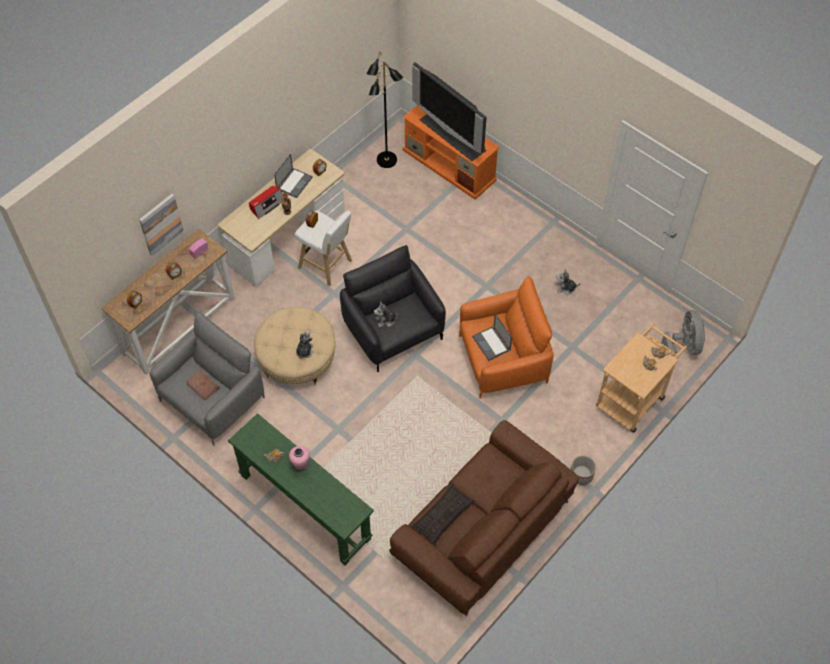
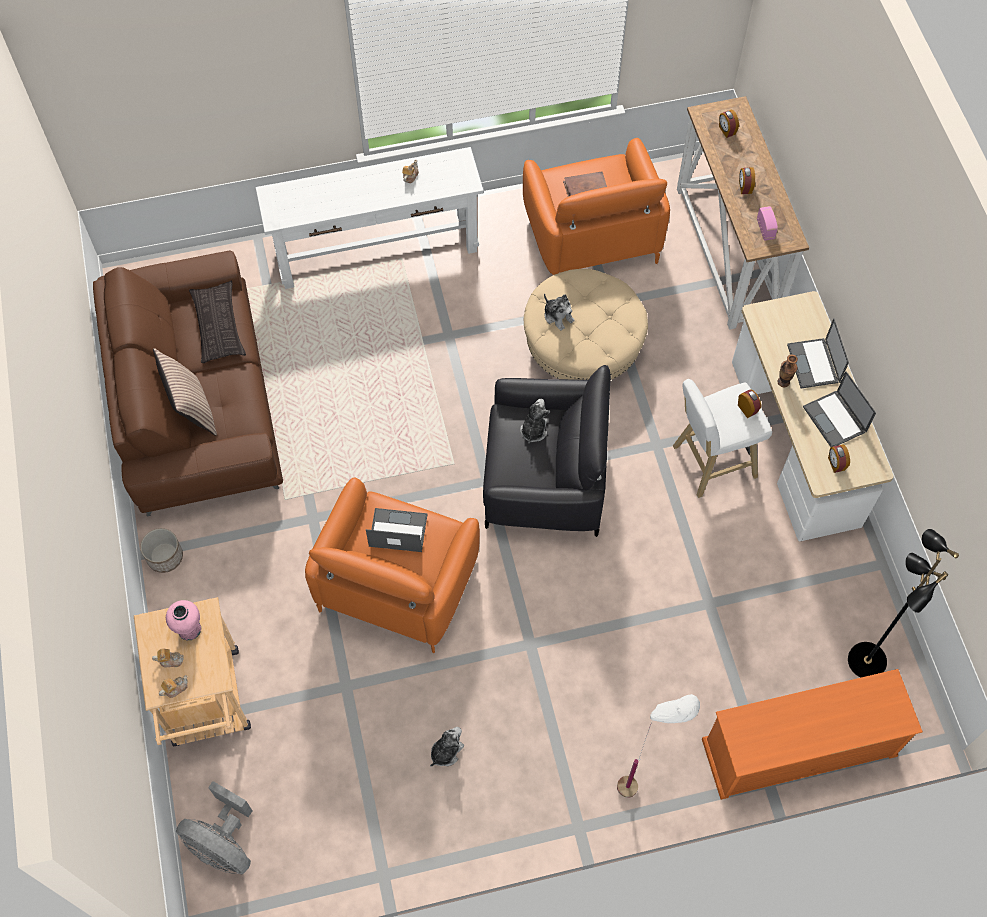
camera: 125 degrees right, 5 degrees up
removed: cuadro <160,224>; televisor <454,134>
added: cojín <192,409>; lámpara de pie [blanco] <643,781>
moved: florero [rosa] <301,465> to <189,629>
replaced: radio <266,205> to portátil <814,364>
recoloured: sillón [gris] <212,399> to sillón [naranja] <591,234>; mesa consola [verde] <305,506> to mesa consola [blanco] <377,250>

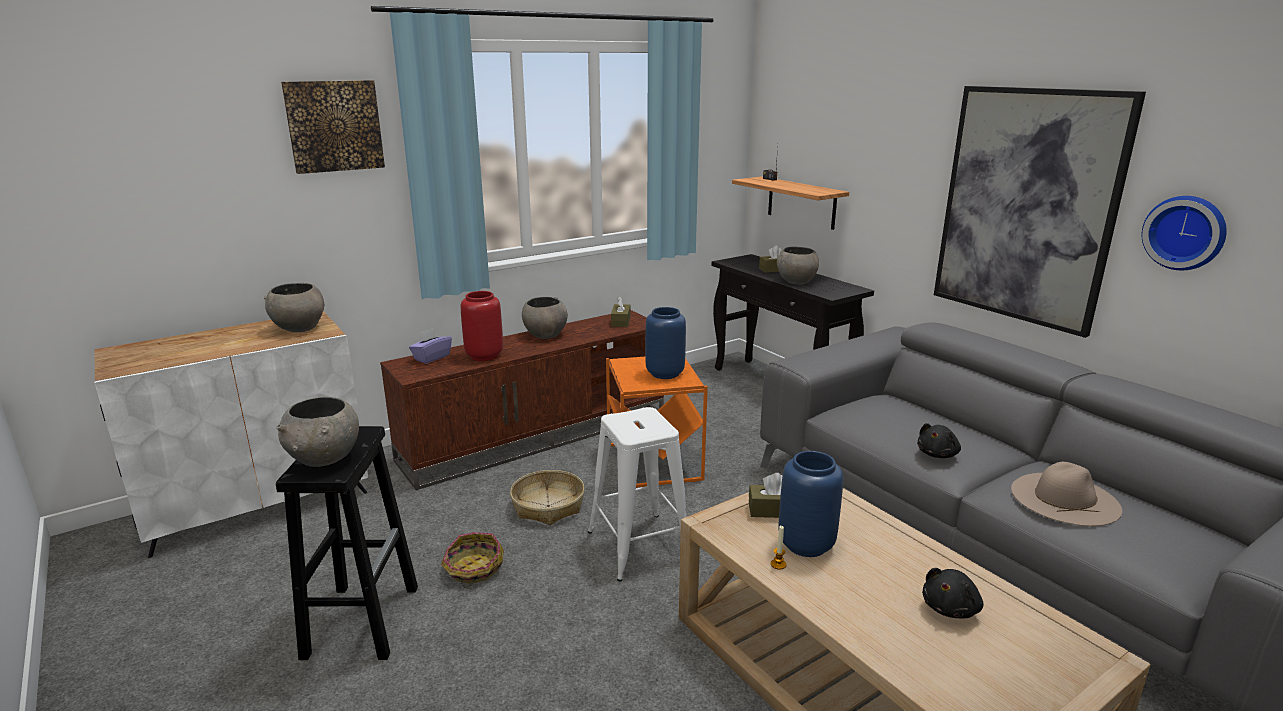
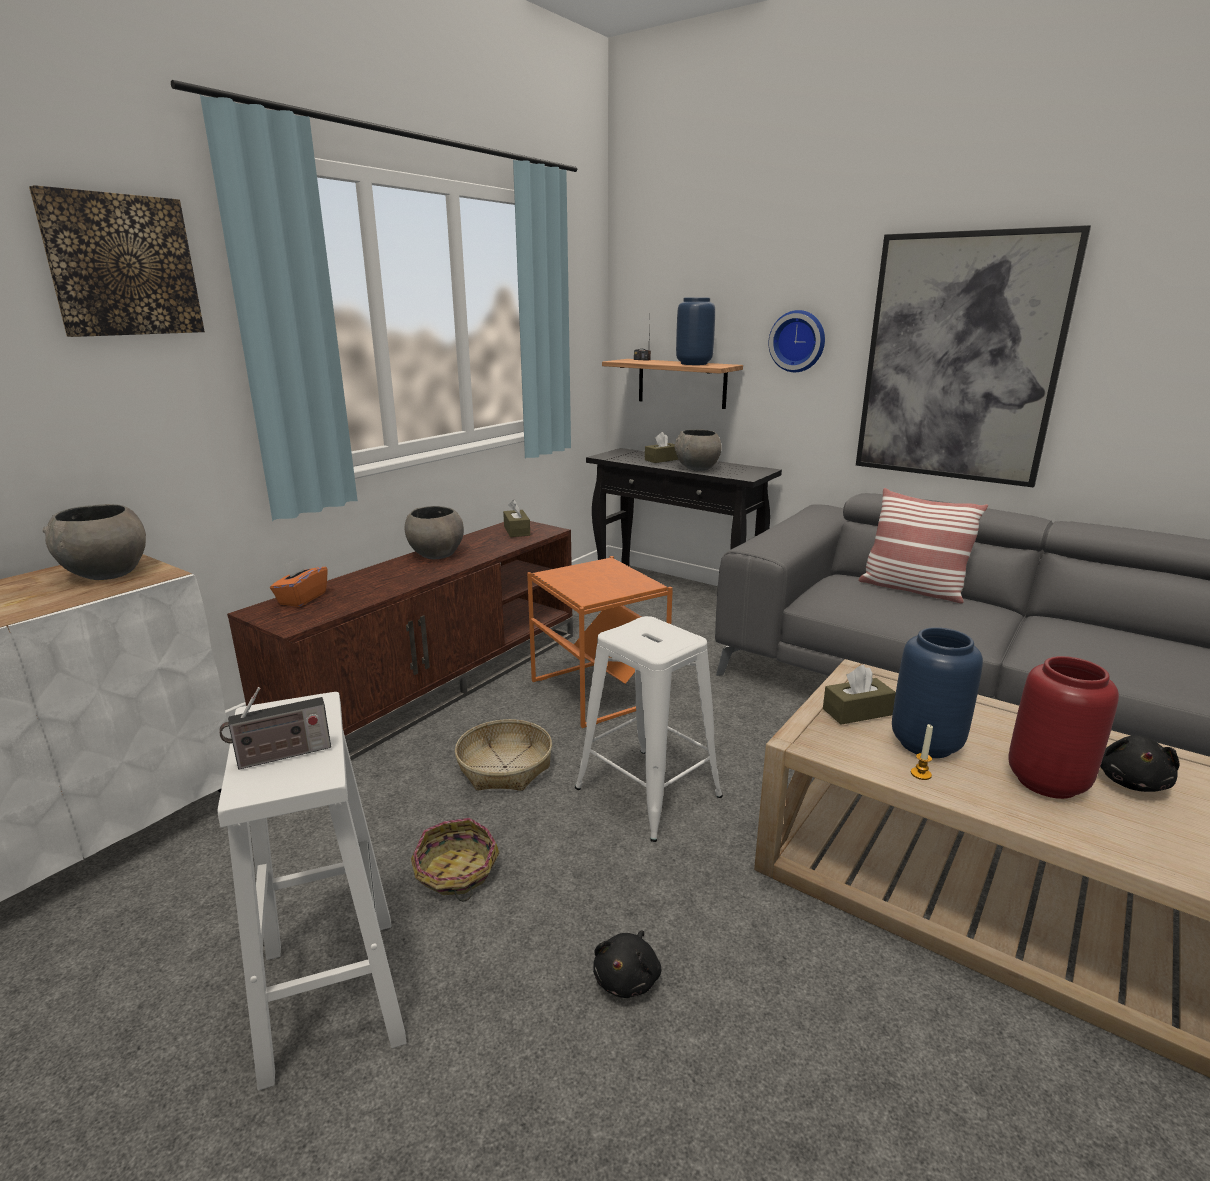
camera: 20 degrees left, 0 degrees up
removed: sombrero [beis] <1064,498>
added: cojín <912,589>
moved: florero [rojo] <485,355> to <1047,781>; florero [azul] <665,374> to <694,364>; peluche [negro] <938,454> to <628,978>; reloj de pared <1185,232> to <798,341>
replaced: cuenco [gris] <325,459> to radio <280,756>
recoloured: taburete [negro] <362,620> to taburete [blanco] <331,992>; caja de pañuelos [morado] <431,357> to caja de pañuelos [naranja] <302,598>

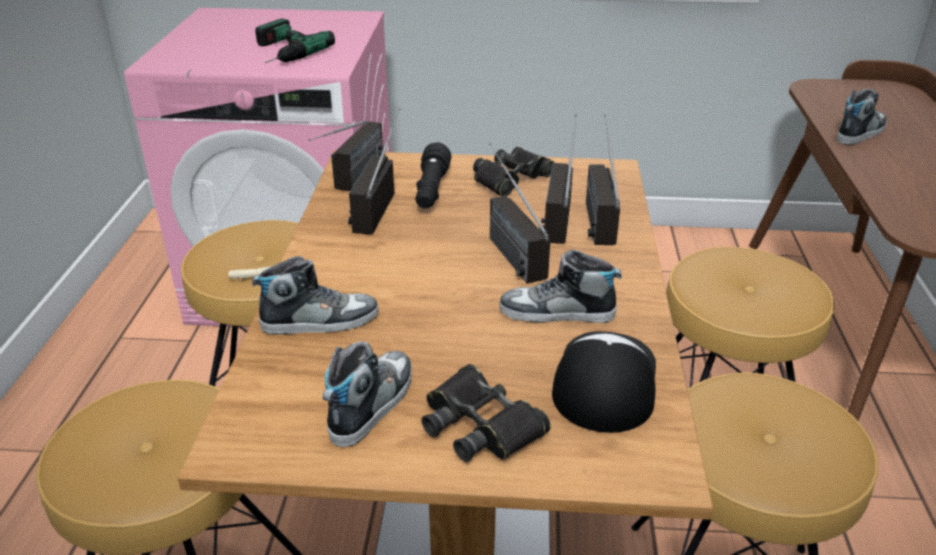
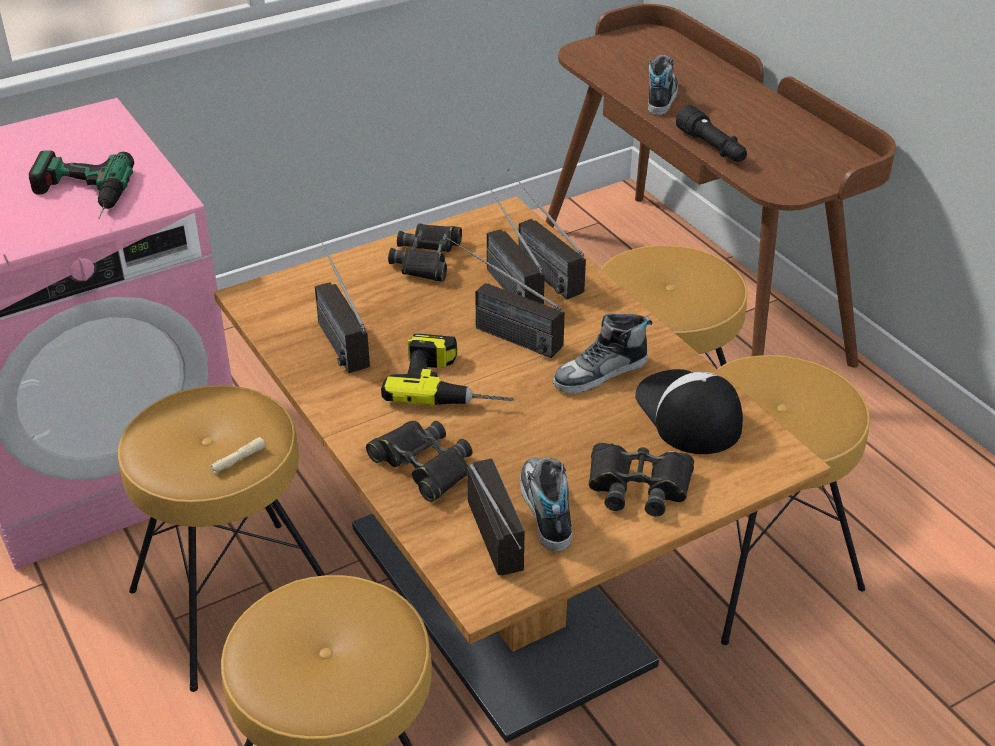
camera: 35 degrees left, 5 degrees up
added: taladro <453,382>
moved: radio <353,183> to <506,555>; linterna [negro] <431,190> to <712,147>
replaced: zapato <320,321> to prismáticos [negro] <423,465>

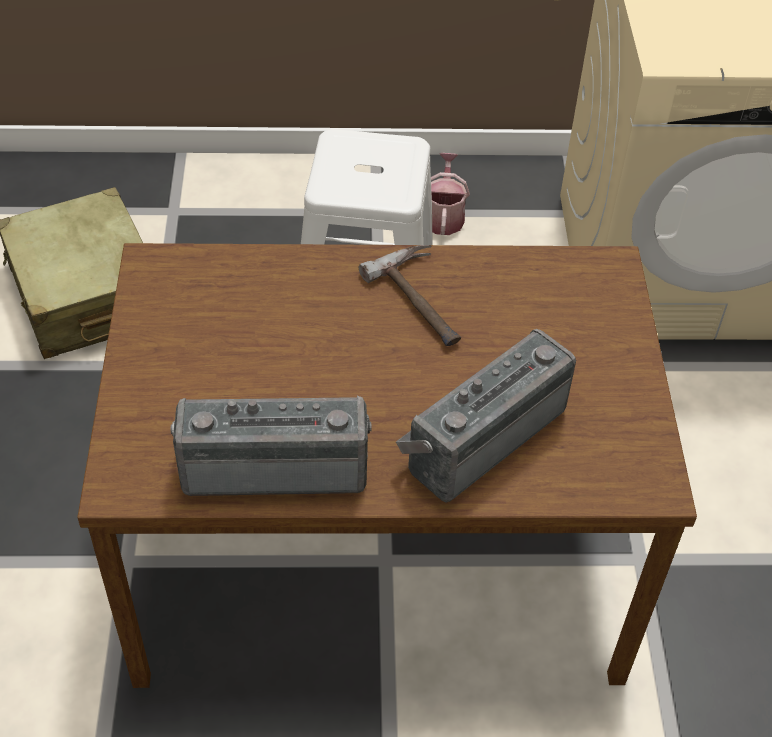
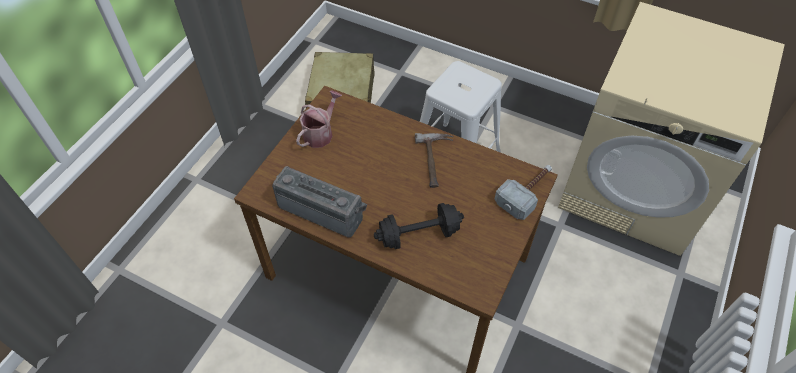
camera: 30 degrees right, 5 degrees up
added: martillo <527,193>
moved: regadera <443,216> to <320,133>
replaced: radio <481,435> to mancuerna [negro] <418,235>

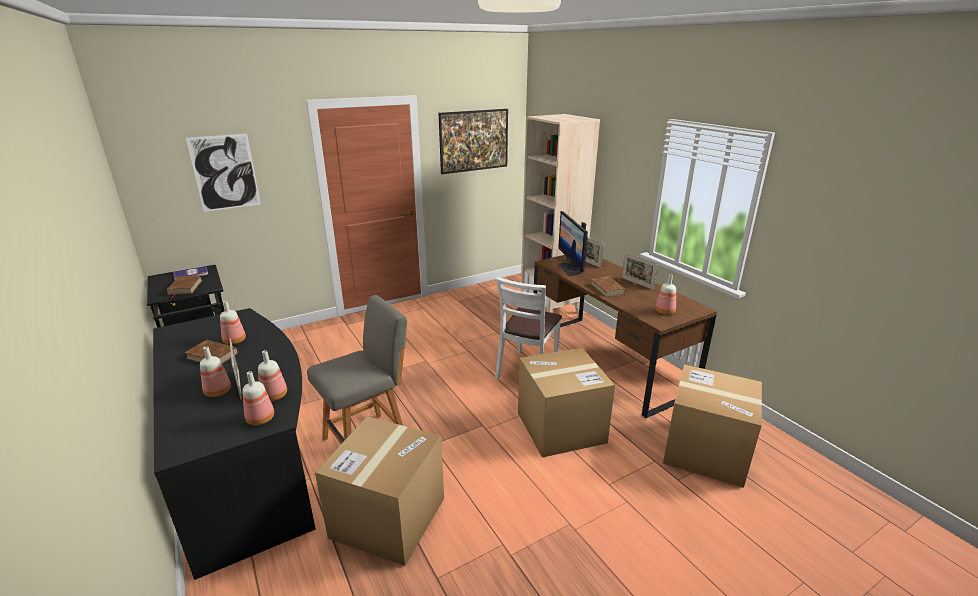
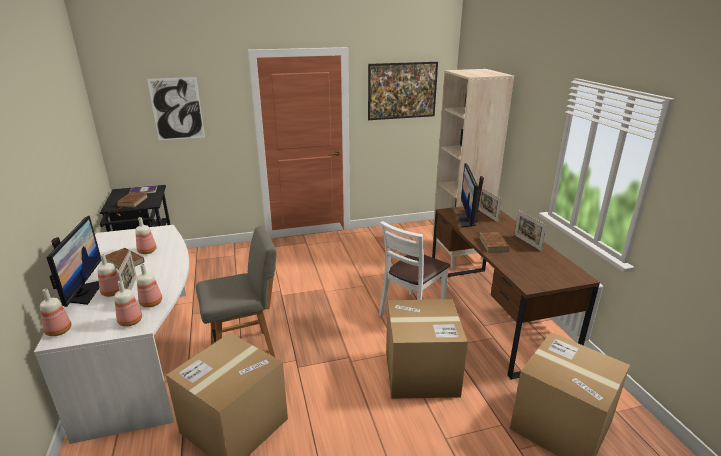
camera: 15 degrees right, 0 degrees up
added: monitor <84,293>
moved: botella <665,312> to <59,331>
recoloured: escritorio [negro] <247,461> to escritorio [blanco] <146,352>

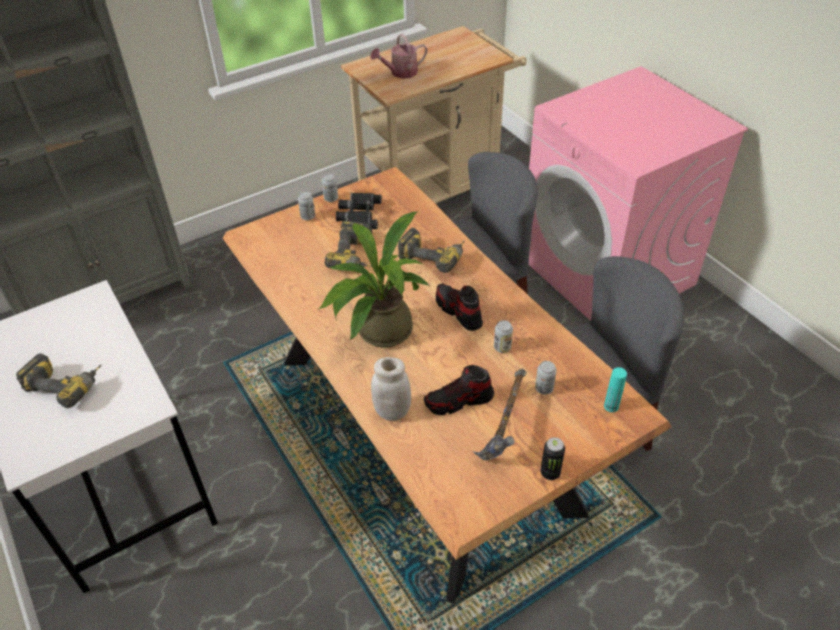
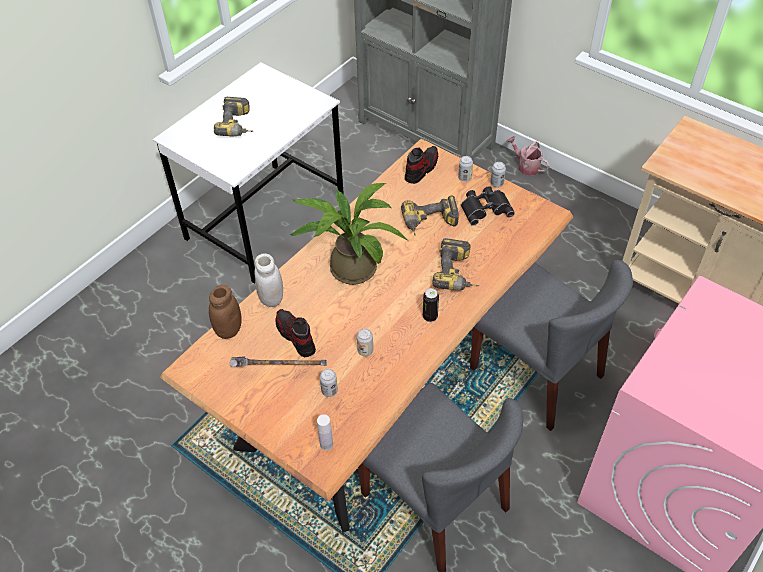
camera: 70 degrees right, 5 degrees up
added: tarro [marrón] <228,330>
moved: regadera <400,73> to <526,166>; zapato <458,312> to <421,169>; lata <550,473> to <430,317>
recoloured: botella [turquesa] <611,406> to botella [blanco] <326,444>

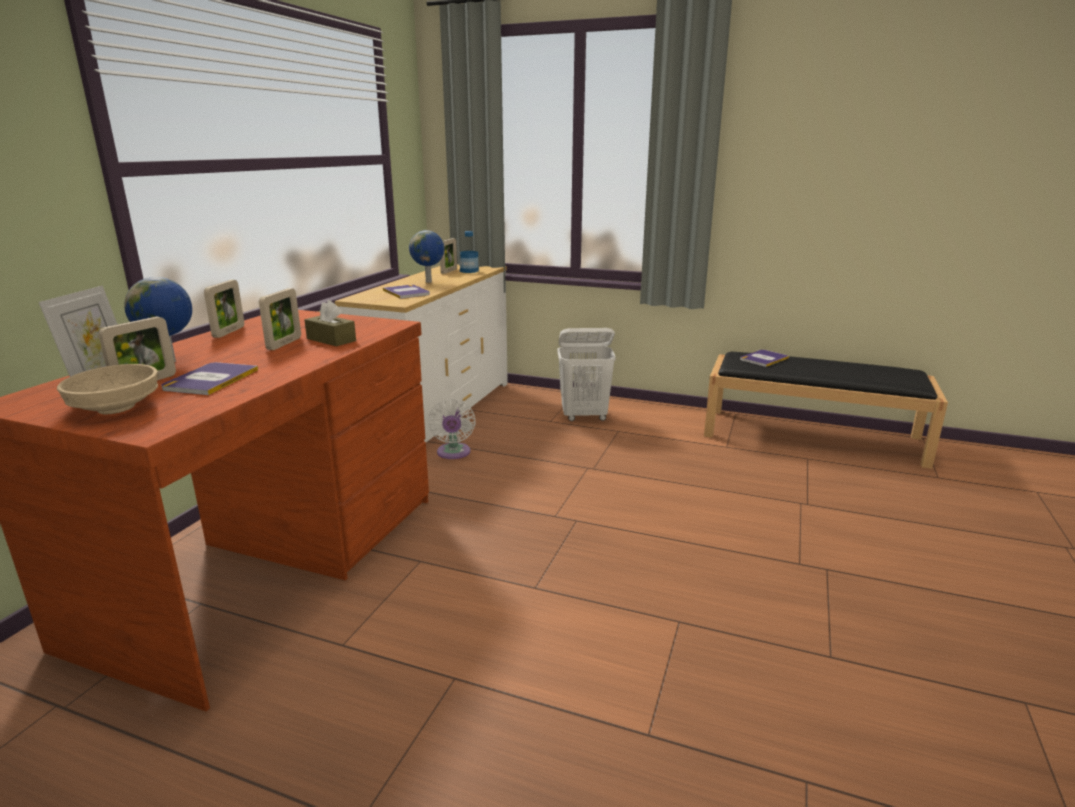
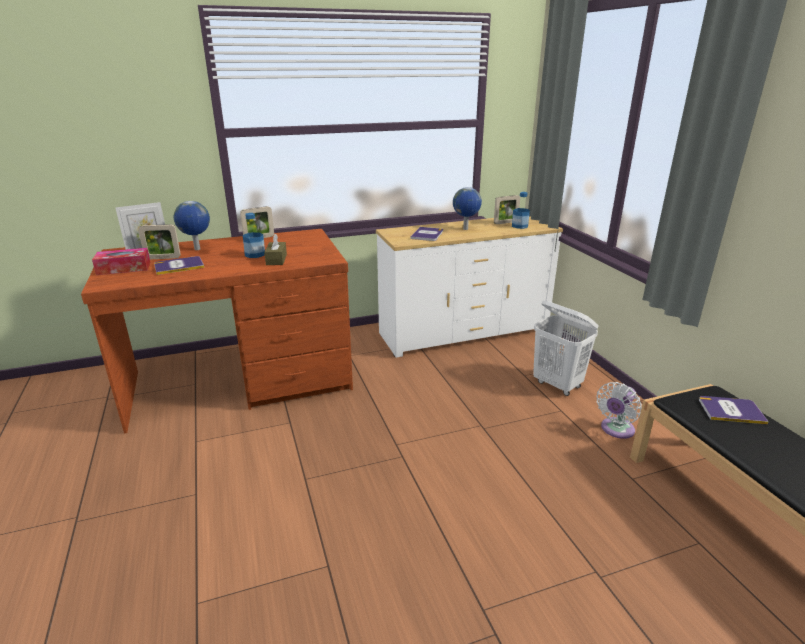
camera: 50 degrees right, 5 degrees up
moved: ventilador [blanco] <453,453> to <615,430>
replaced: cuenco [beis] <116,408> to caja de pañuelos <124,268>; portarretratos <284,344> to botella <255,254>

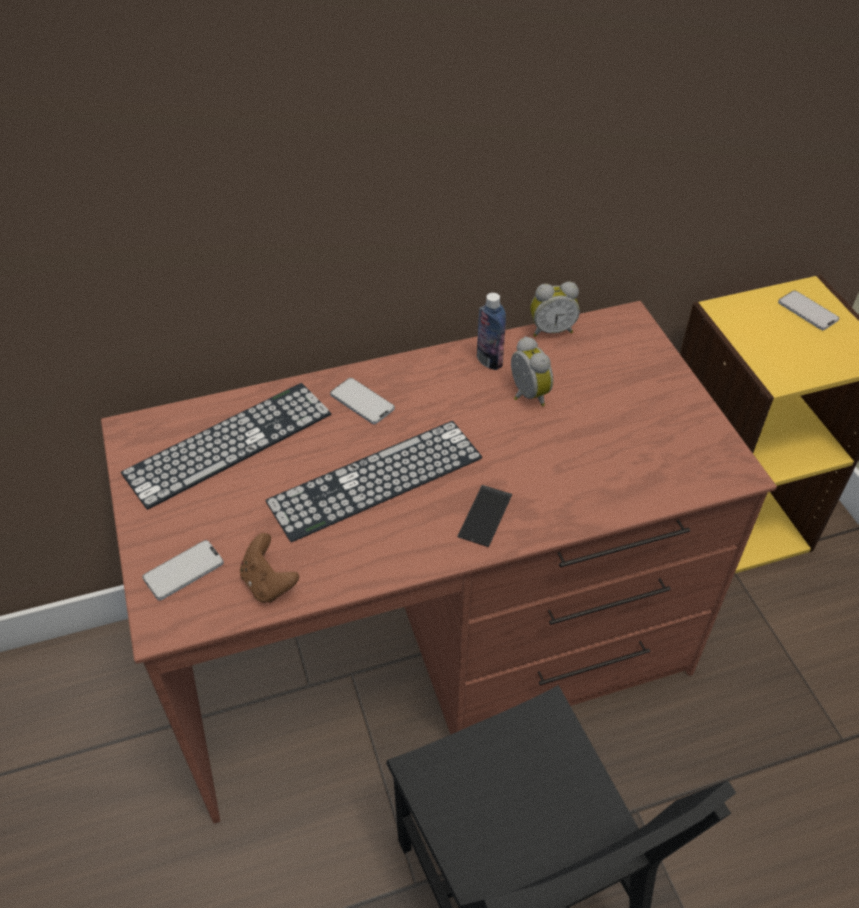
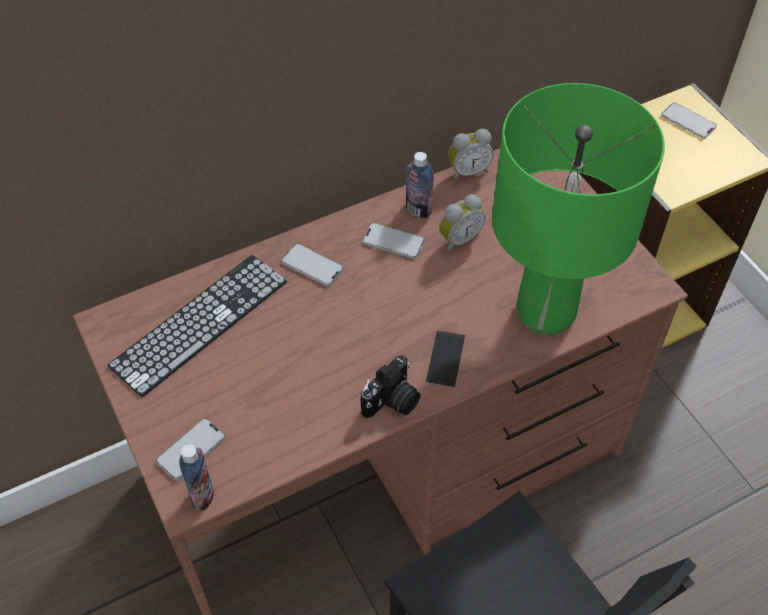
camera: 10 degrees left, 5 degrees up
removed: mando de consola [marrón] <268,583>; teclado <376,479>
added: botella <202,495>; cámara <392,402>; móvil <393,241>; lámpara de mesa [verde] <545,311>
turned: despertador <526,395> = <458,239> 90 degrees clockwise

